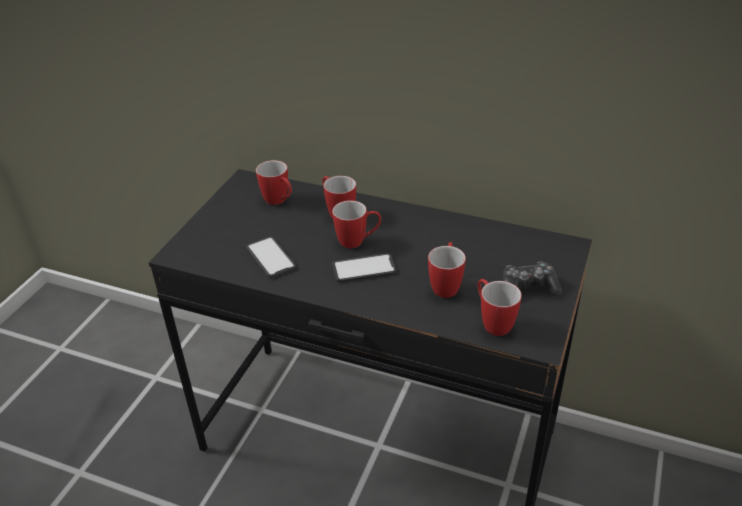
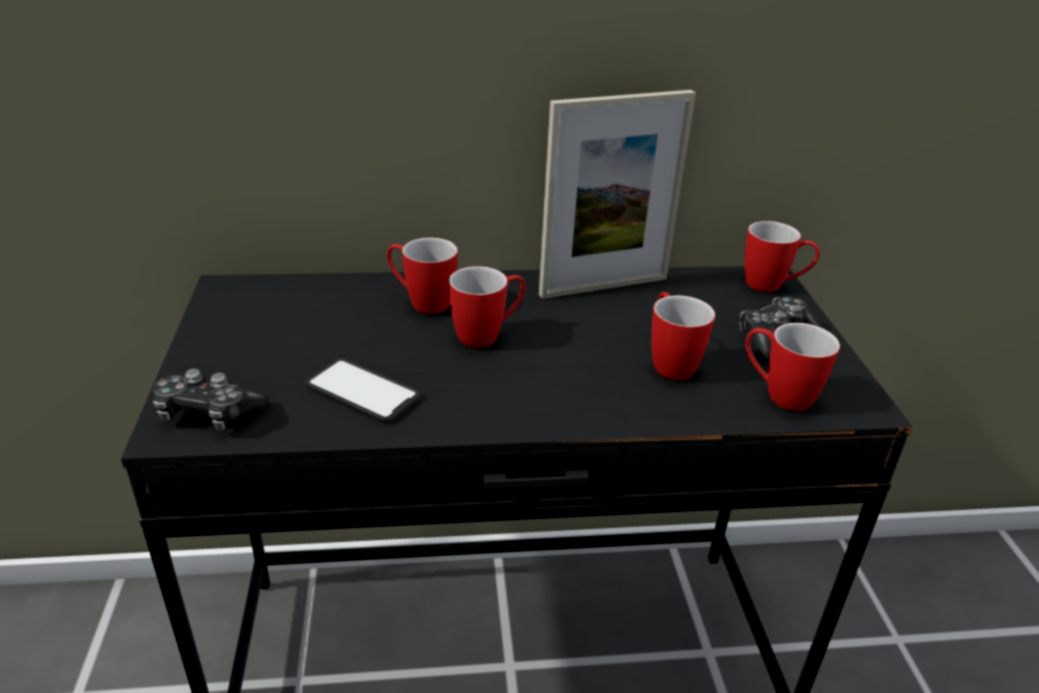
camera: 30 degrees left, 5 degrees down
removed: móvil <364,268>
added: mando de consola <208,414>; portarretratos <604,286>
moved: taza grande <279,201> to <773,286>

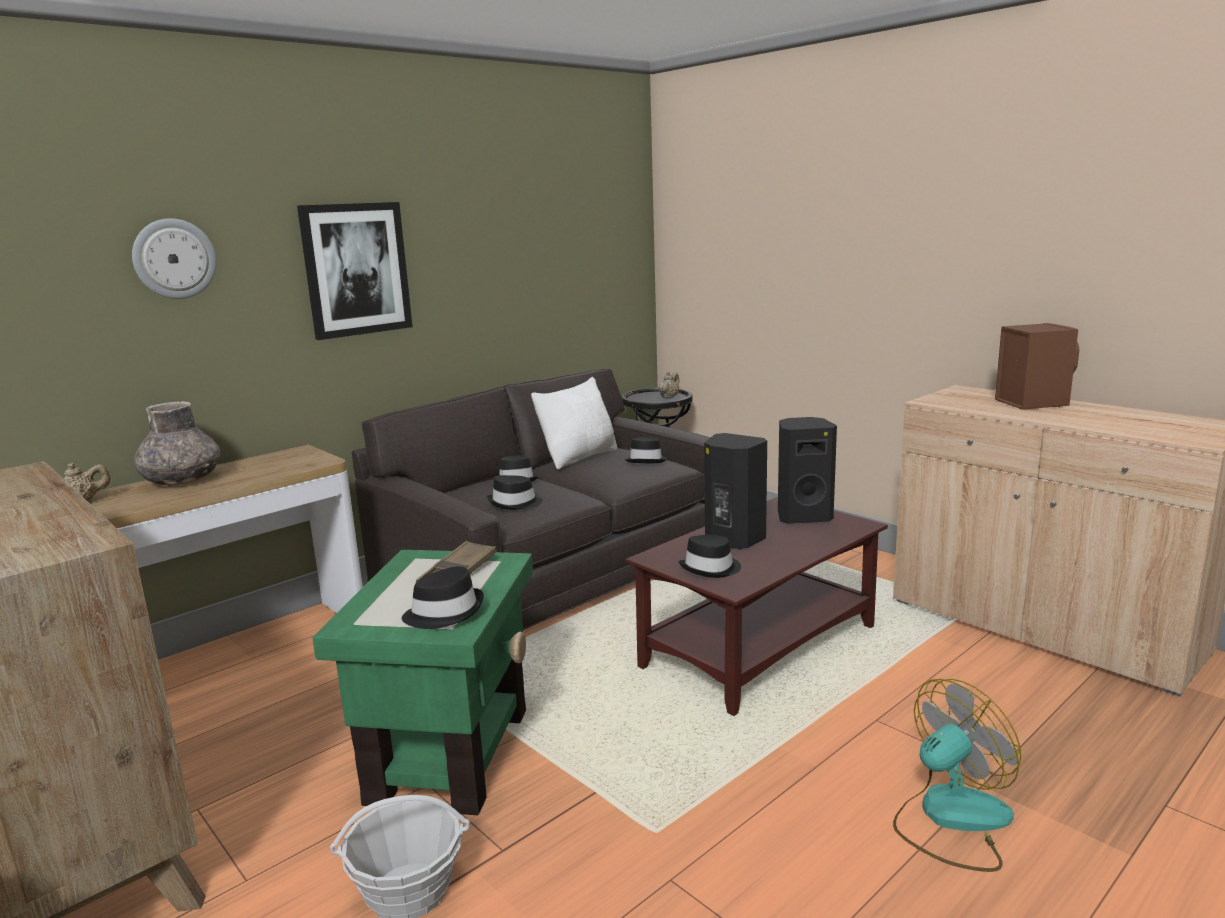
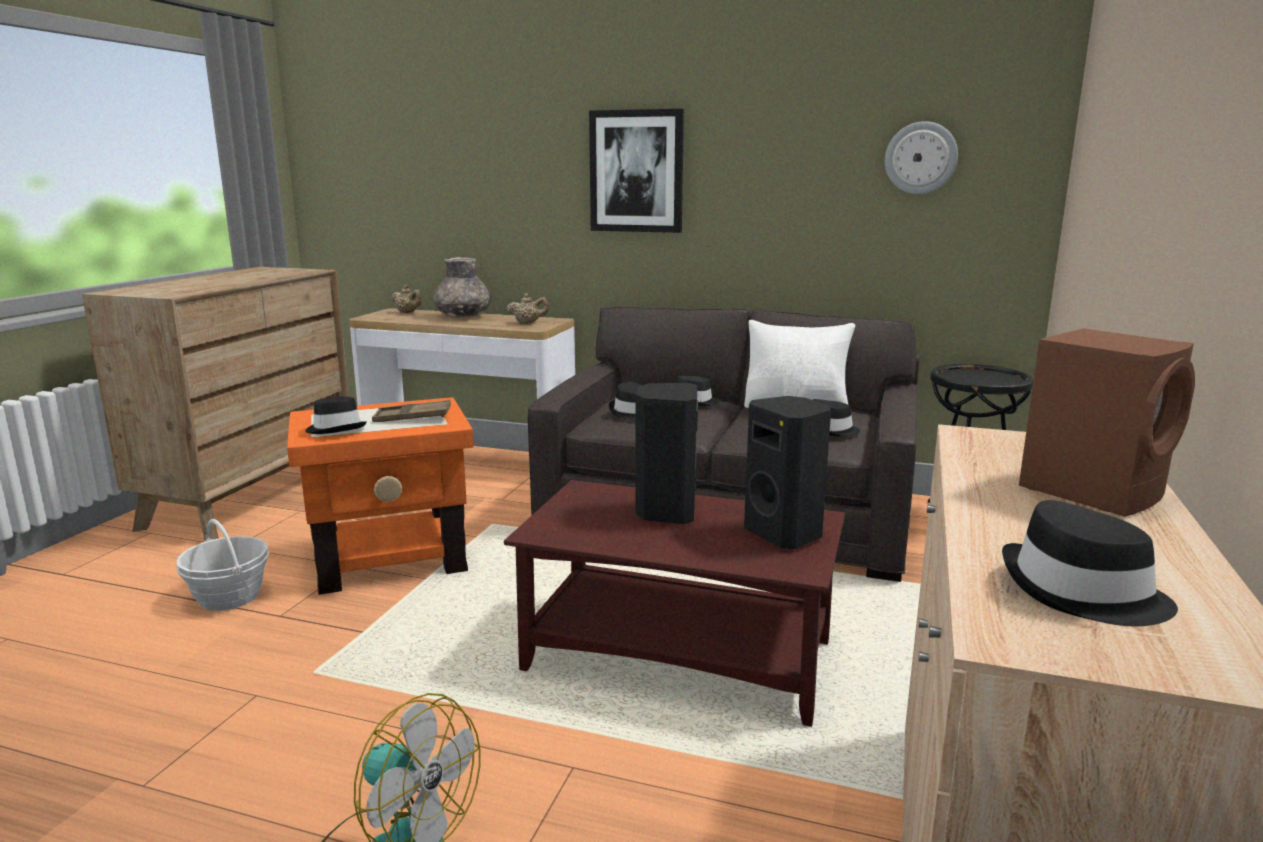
camera: 60 degrees right, 0 degrees up
moved: reloj de pared <174,259> to <920,158>; tetera [beis] <669,397> to <528,323>; sombrero [negro] <711,568> to <1082,593>
recoloured: mesa auxiliar [verde] <452,754> to mesa auxiliar [naranja] <391,563>

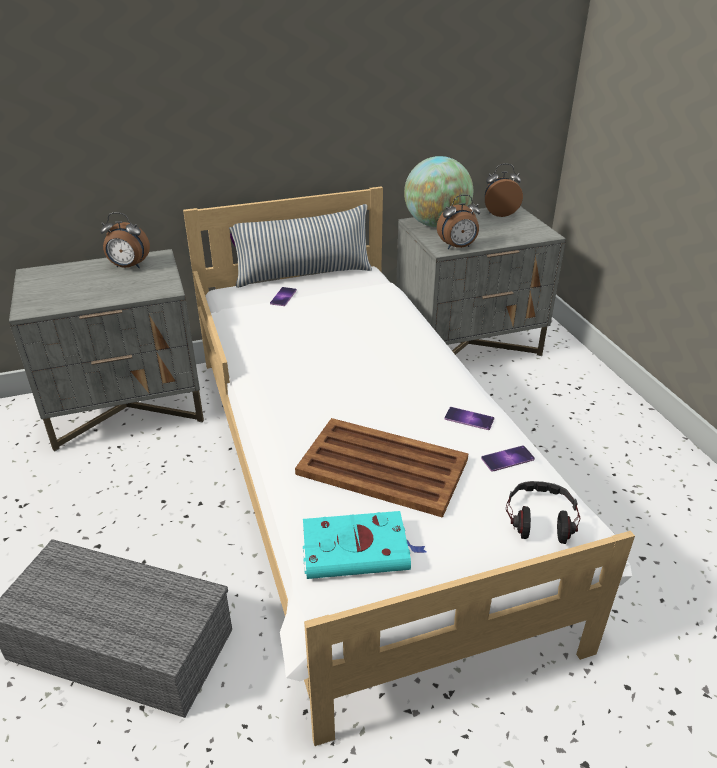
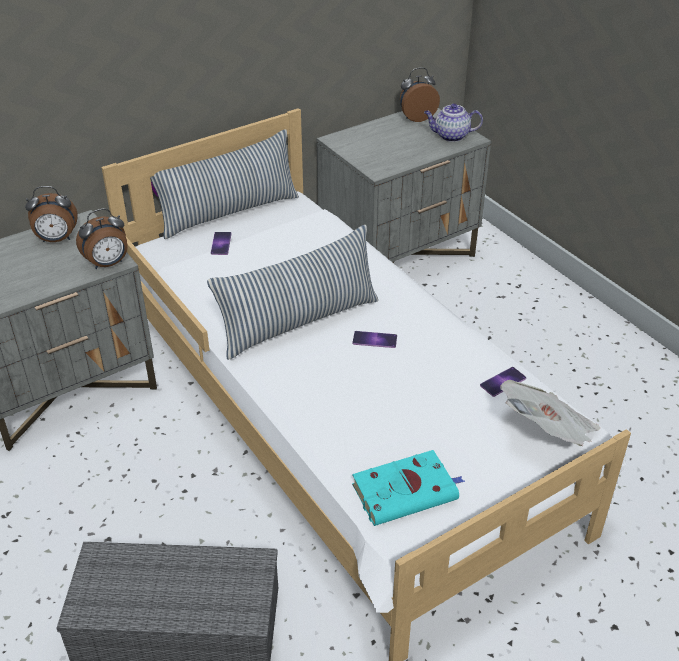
camera: 15 degrees left, 5 degrees up
removed: bandeja [marrón] <381,466>; globo terráqueo <436,224>
added: cojín <299,322>; tetera <450,136>
moved: despertador <457,247> to <108,264>; móvil <469,418> to <374,340>
replaced: auriculares <540,518> to periódico <548,432>

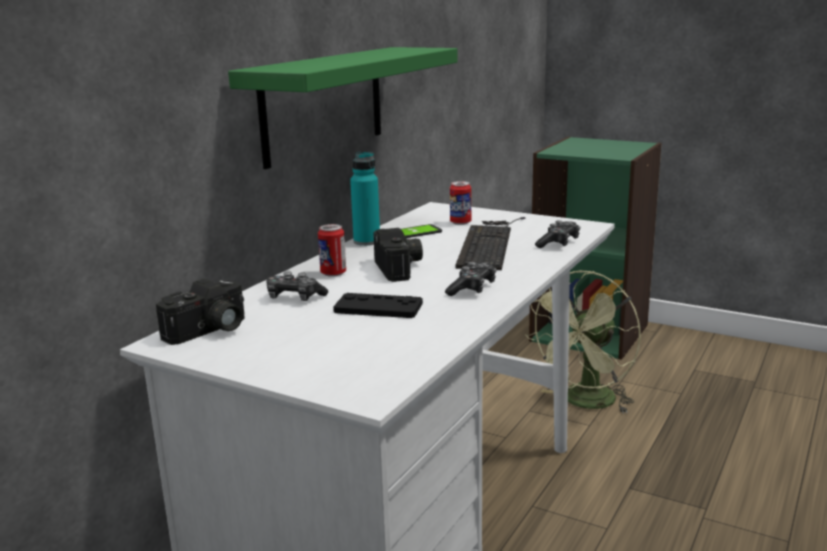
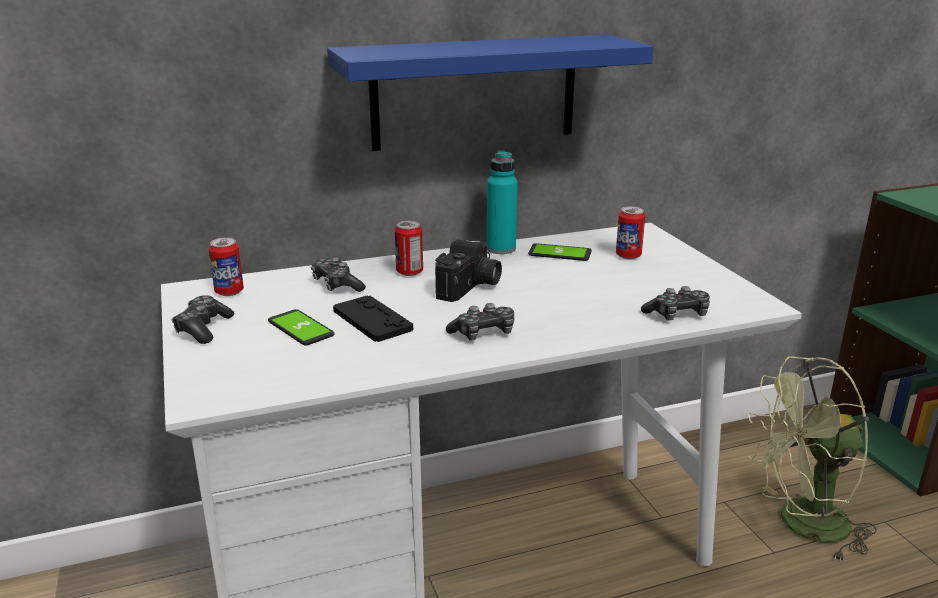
camera: 40 degrees right, 5 degrees up
removed: teclado <489,243>
added: mando de consola <203,329>; móvil <300,329>
replaced: cámara <209,331> to lata <229,292>
recoloured: estante [verde] <323,104> to estante [azul] <475,92>

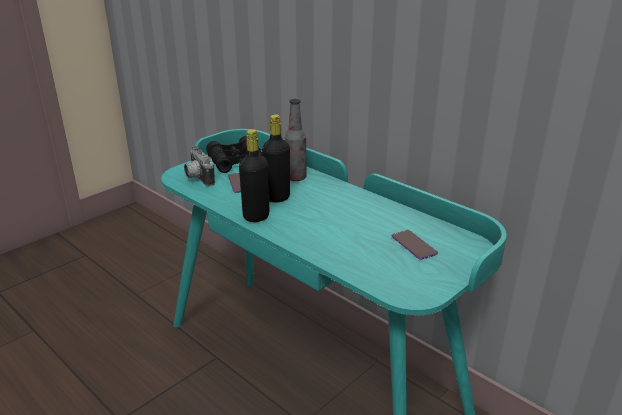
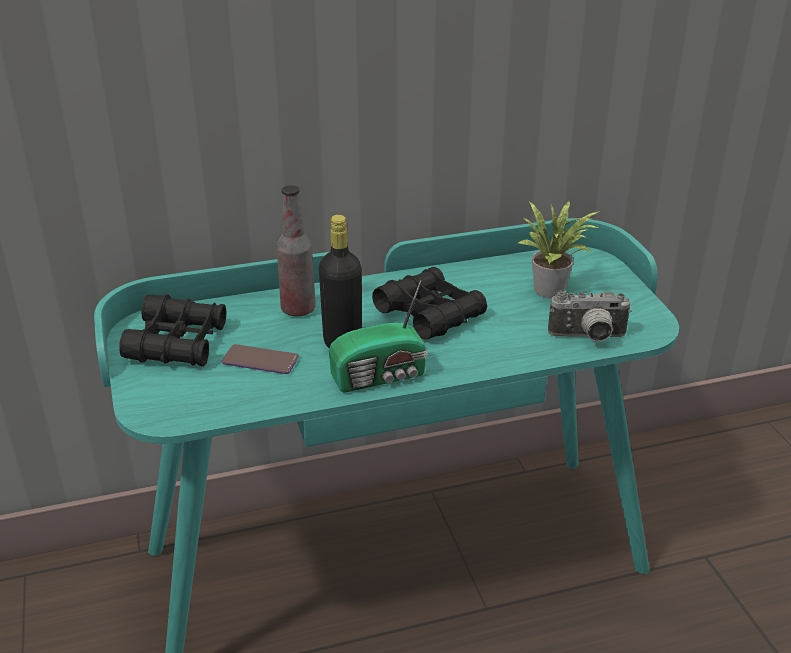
camera: 60 degrees left, 5 degrees up
added: prismáticos [negro] <429,313>
moved: cámara <197,178> to <588,338>
replaced: botella [negro] <256,216> to radio <381,376>; móvil <413,245> to planta en maceta <553,290>

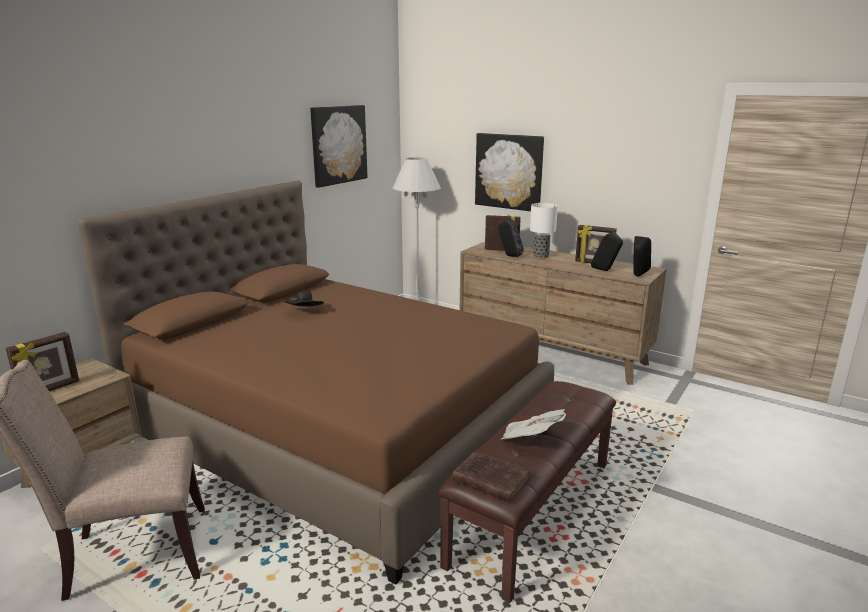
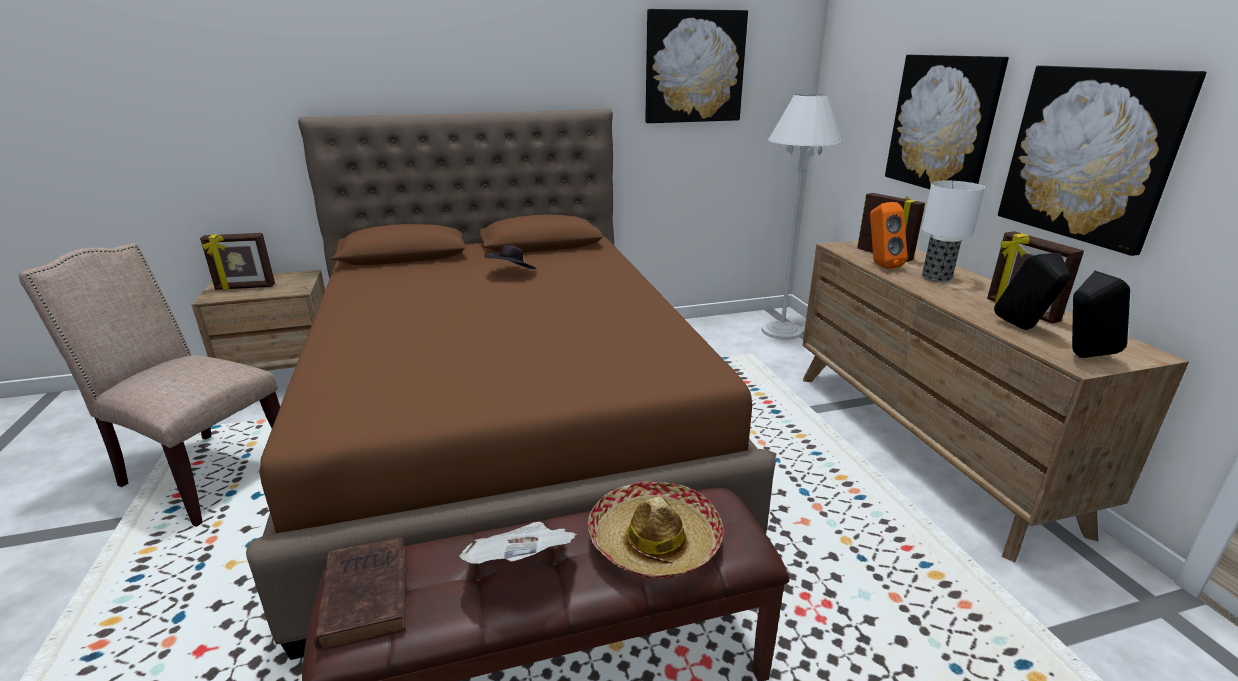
camera: 40 degrees right, 5 degrees up
added: sombrero <654,541>; cuadro <1089,155>
recoloured: altavoz [negro] <509,256> to altavoz [naranja] <880,265>

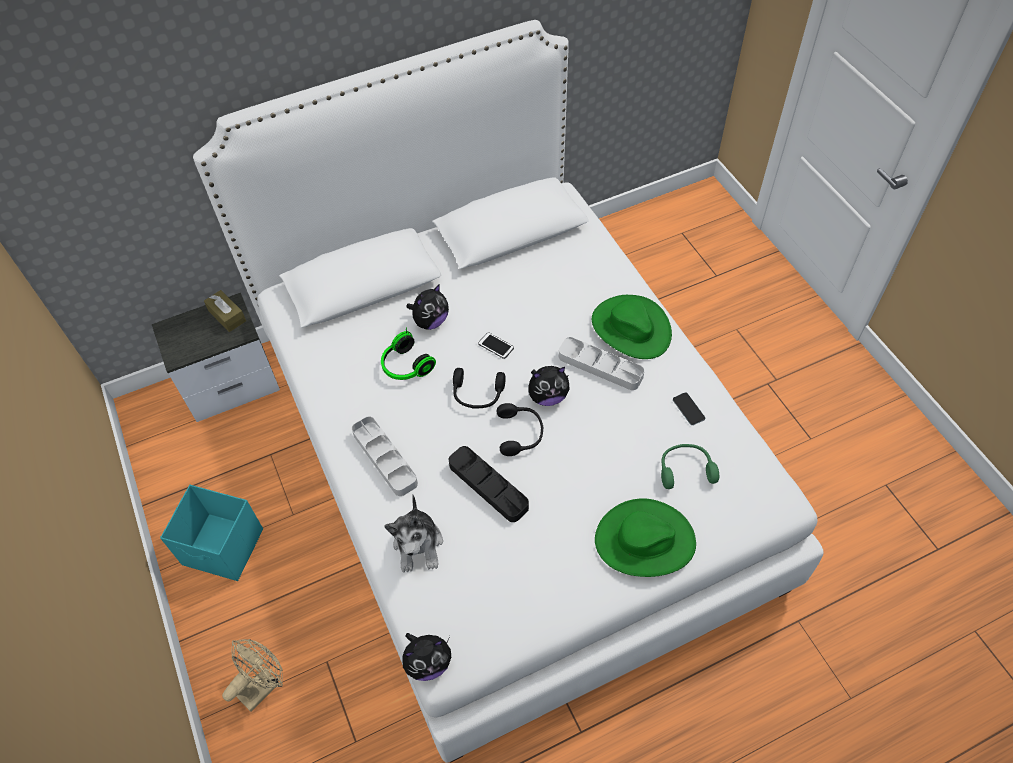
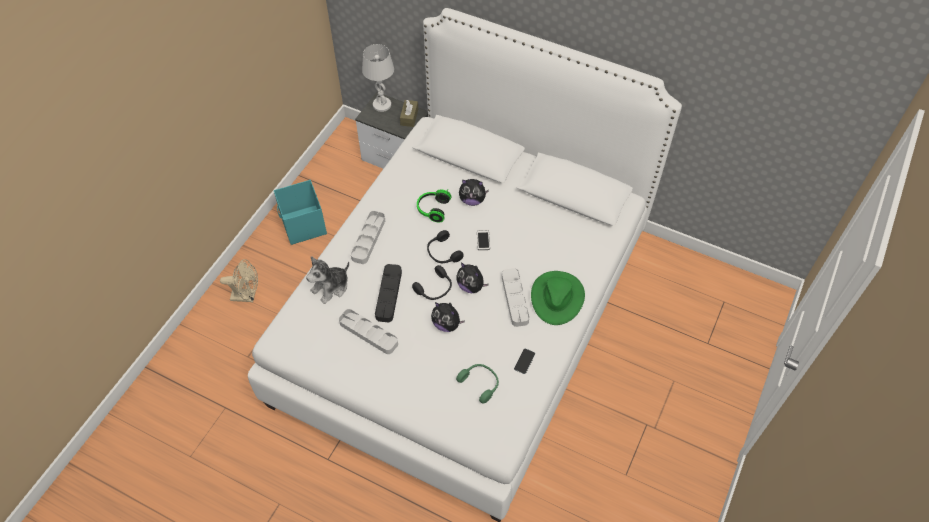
camera: 50 degrees right, 0 degrees up
removed: sombrero [verde] <645,541>
added: bandeja [gris] <368,333>; lámpara de mesa [blanco] <382,105>
moved: peluche <428,662> to <447,324>

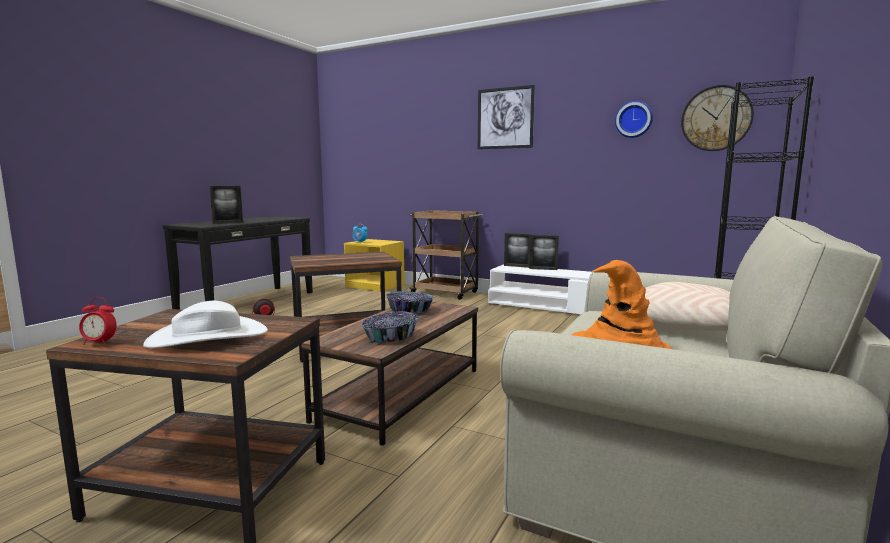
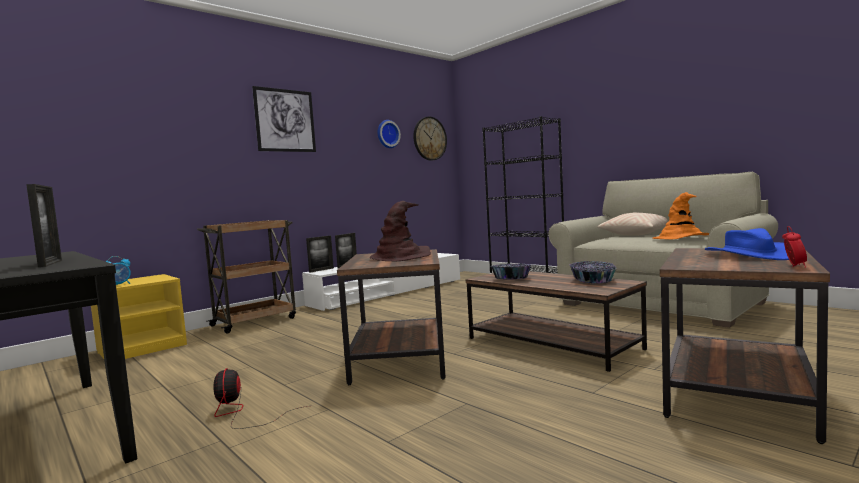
camera: 70 degrees left, 5 degrees down
added: sombrero [marrón] <401,257>
recoloured: sombrero [blanco] <208,337> to sombrero [azul] <749,255>

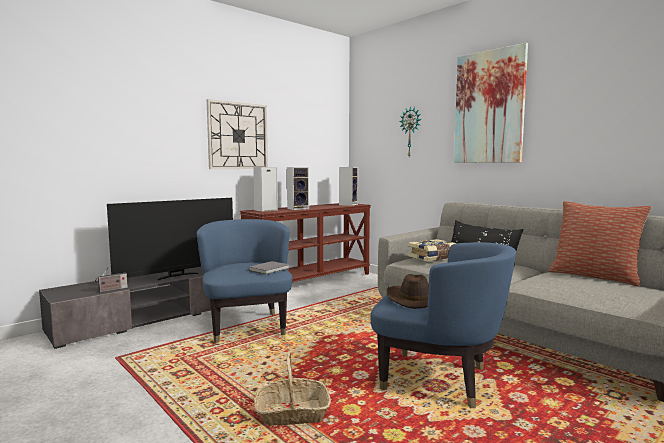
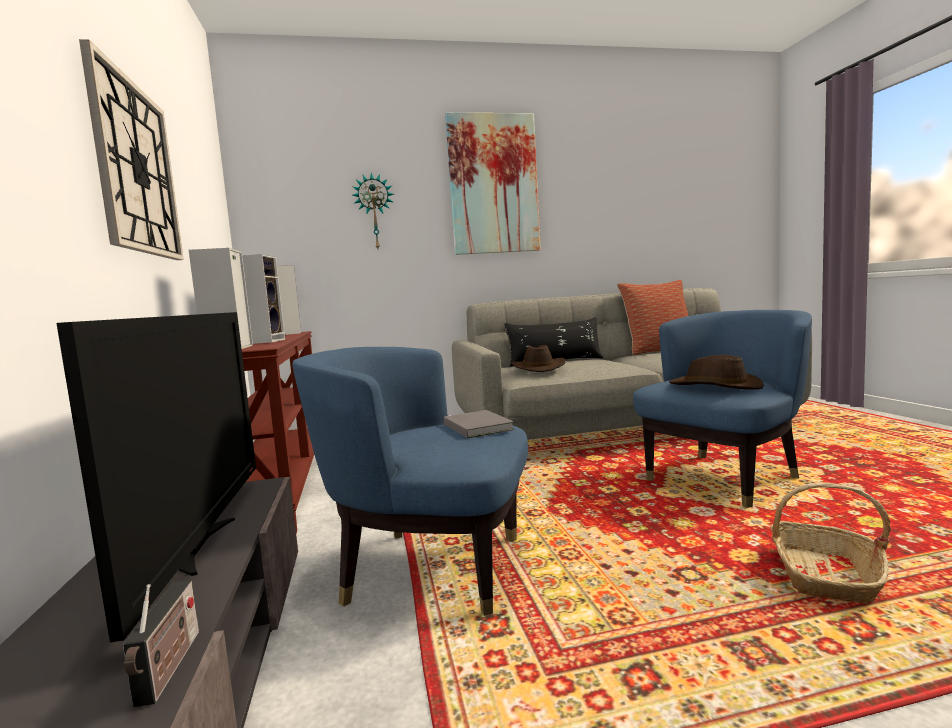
camera: 60 degrees left, 0 degrees up
replaced: libro <433,258> to sombrero [marrón] <537,368>

